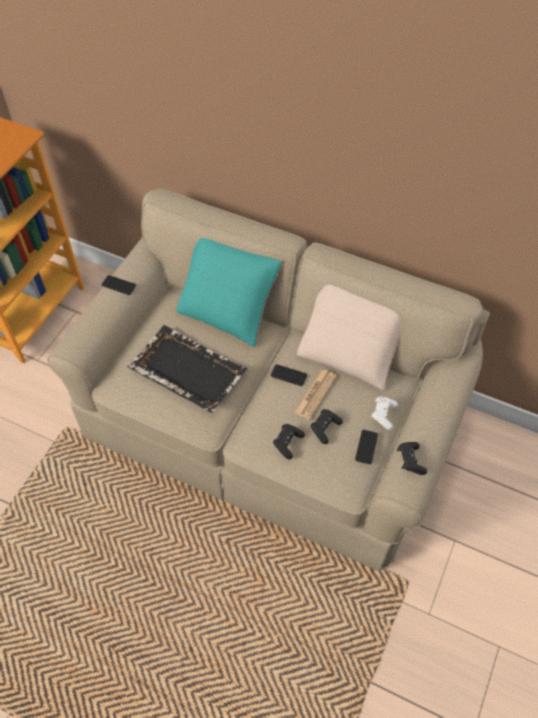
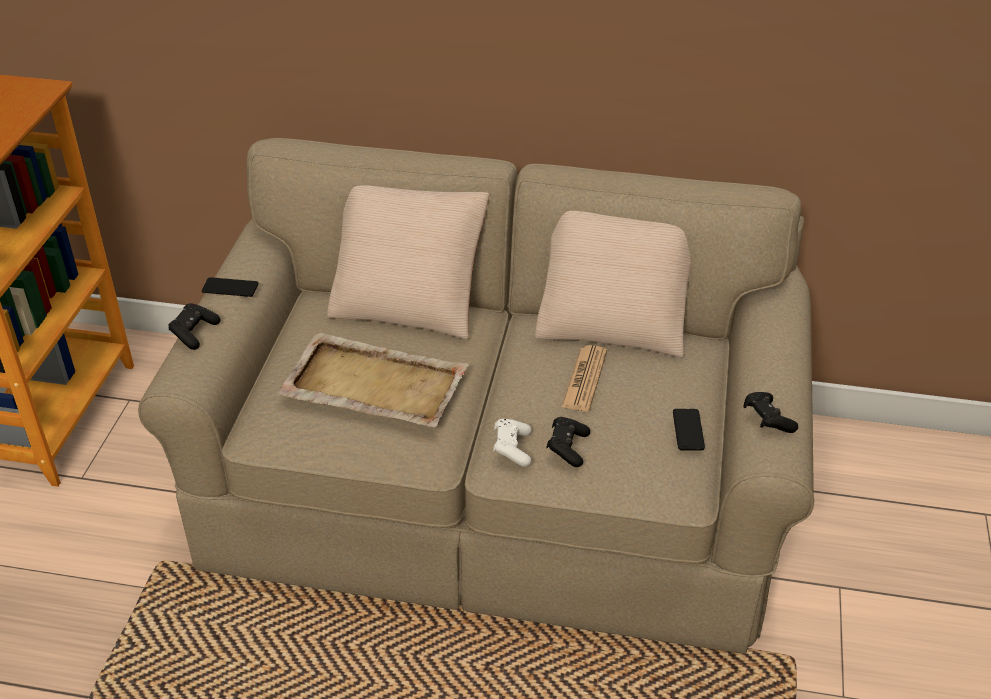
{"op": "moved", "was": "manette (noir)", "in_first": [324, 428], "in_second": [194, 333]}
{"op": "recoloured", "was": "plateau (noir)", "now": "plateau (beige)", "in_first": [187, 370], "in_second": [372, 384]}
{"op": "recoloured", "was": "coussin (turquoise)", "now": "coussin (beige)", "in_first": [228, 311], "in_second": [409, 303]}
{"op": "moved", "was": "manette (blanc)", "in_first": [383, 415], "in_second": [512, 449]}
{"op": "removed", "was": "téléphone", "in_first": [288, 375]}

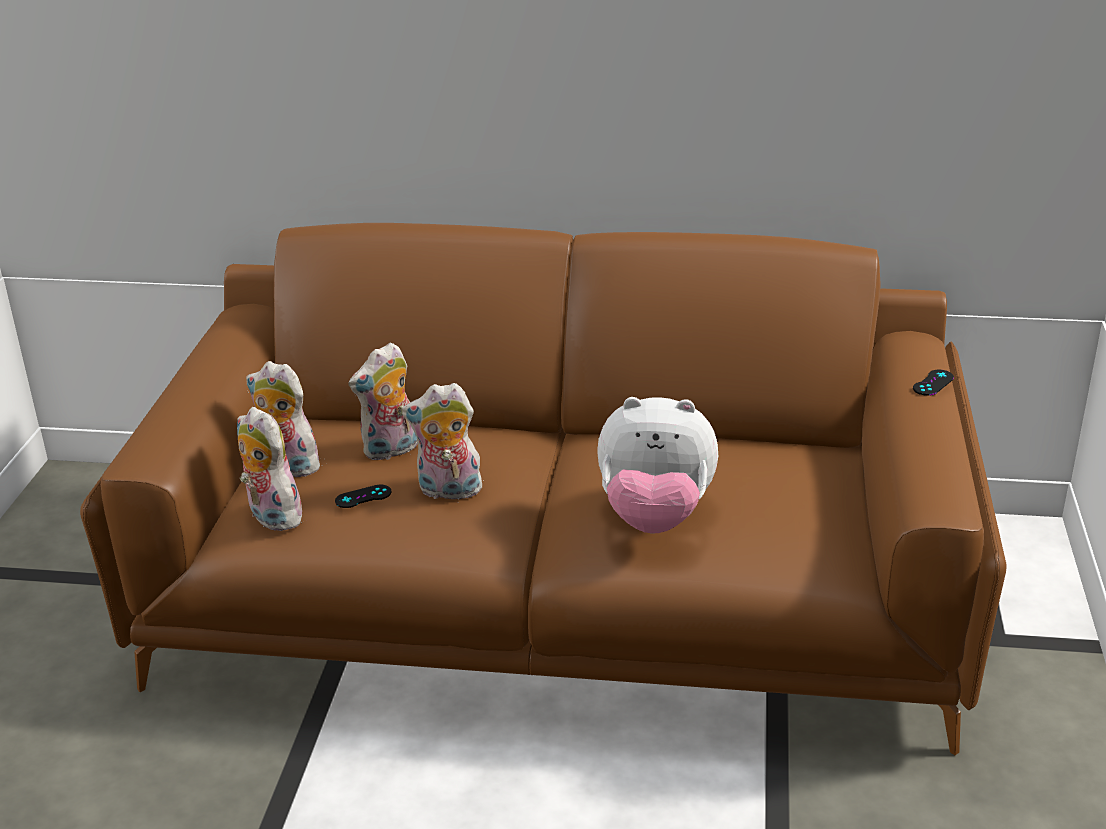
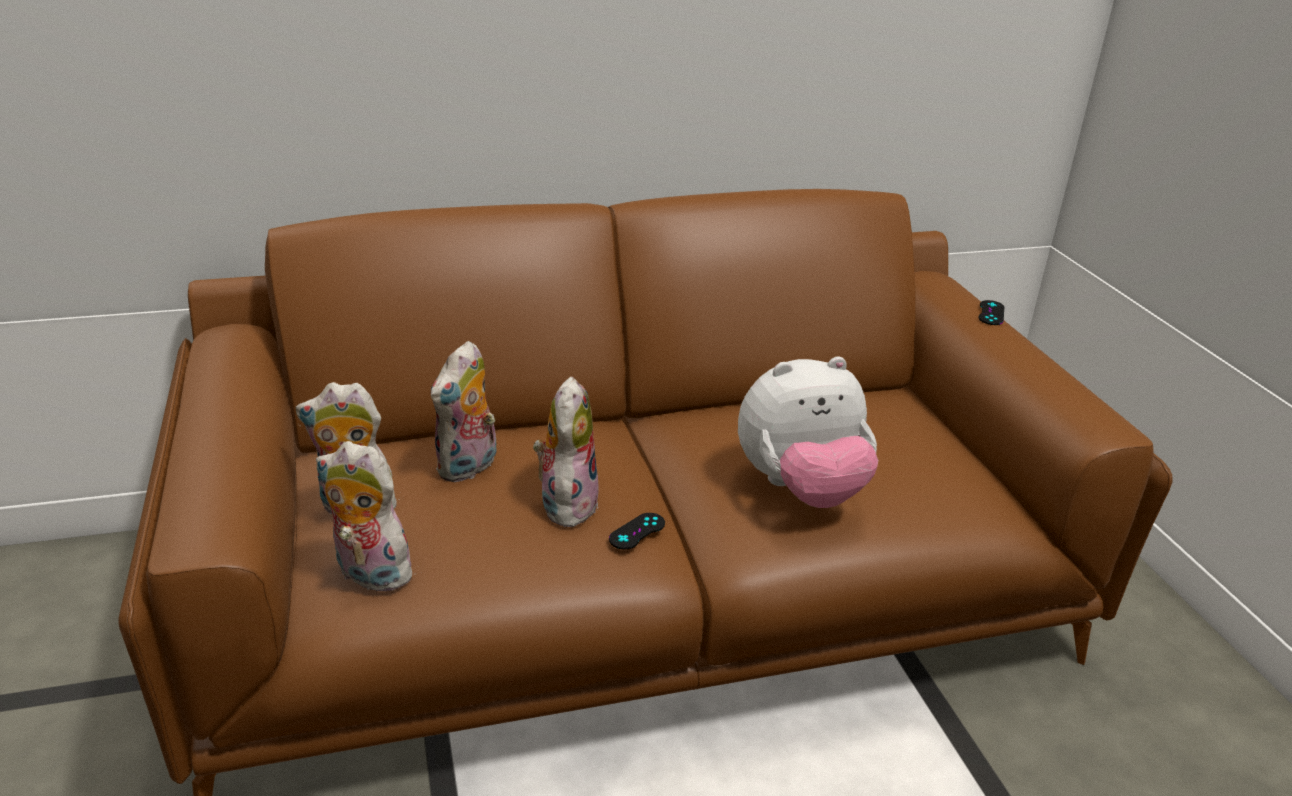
{"op": "turned", "was": "peluche", "in_first": [448, 491], "in_second": [566, 503], "clockwise": 120}
{"op": "moved", "was": "manette (noir)", "in_first": [363, 497], "in_second": [637, 531]}

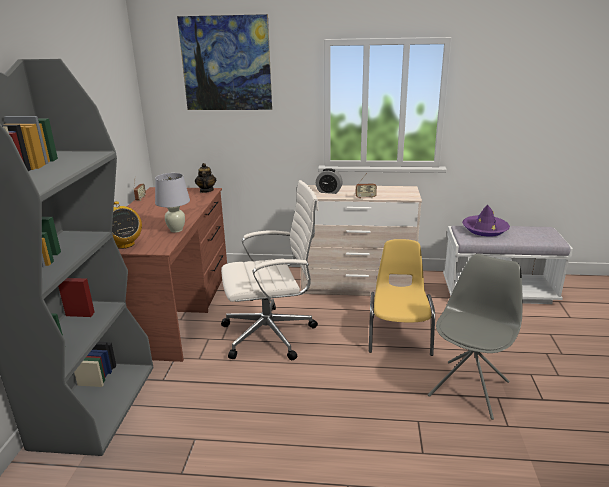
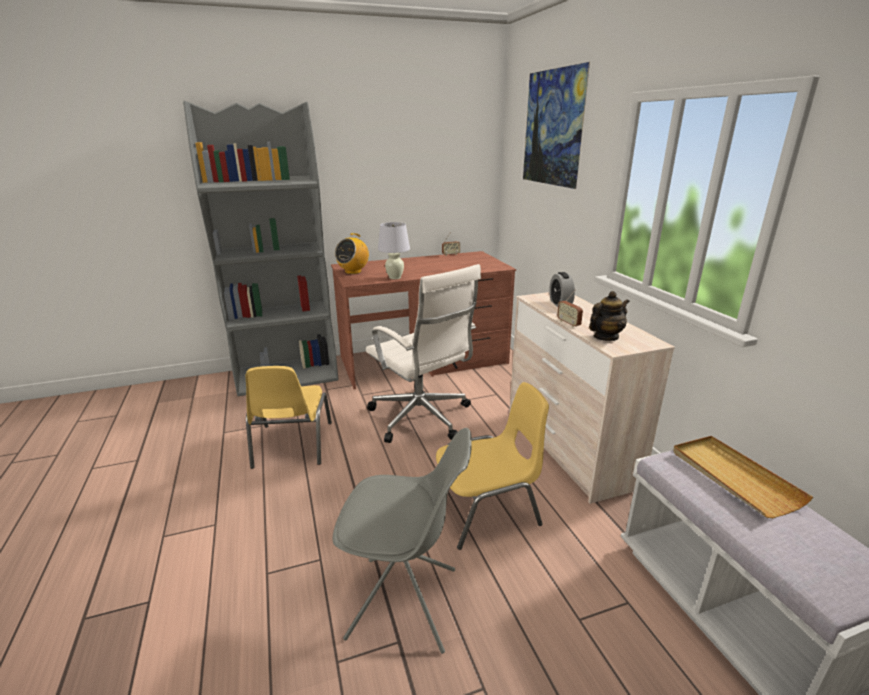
{"op": "added", "now": "chaise (jaune)", "in_second": [291, 445]}
{"op": "moved", "was": "théière", "in_first": [206, 190], "in_second": [605, 337]}
{"op": "replaced", "was": "chapeau (violet)", "now": "plateau (beige)", "in_first": [484, 230], "in_second": [733, 477]}

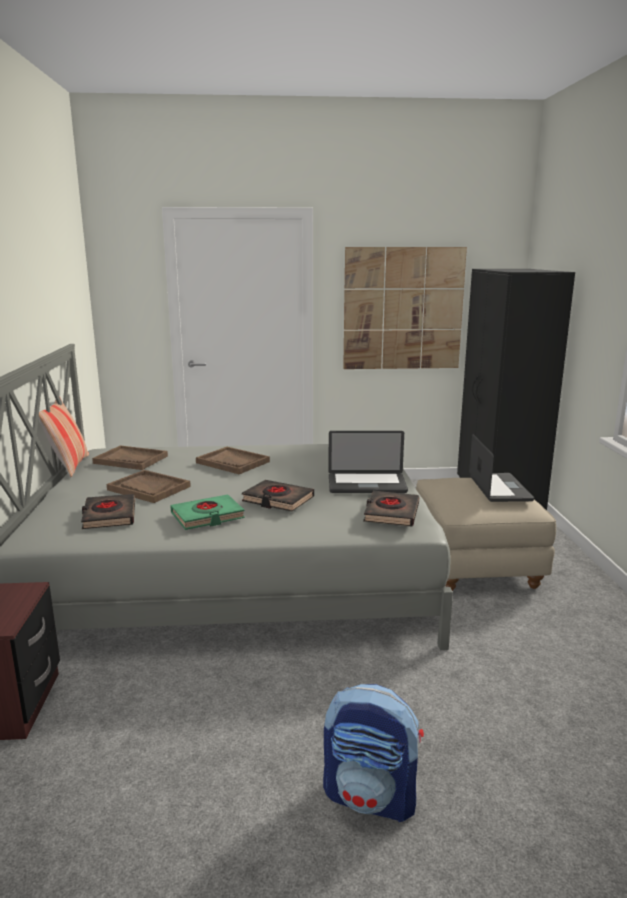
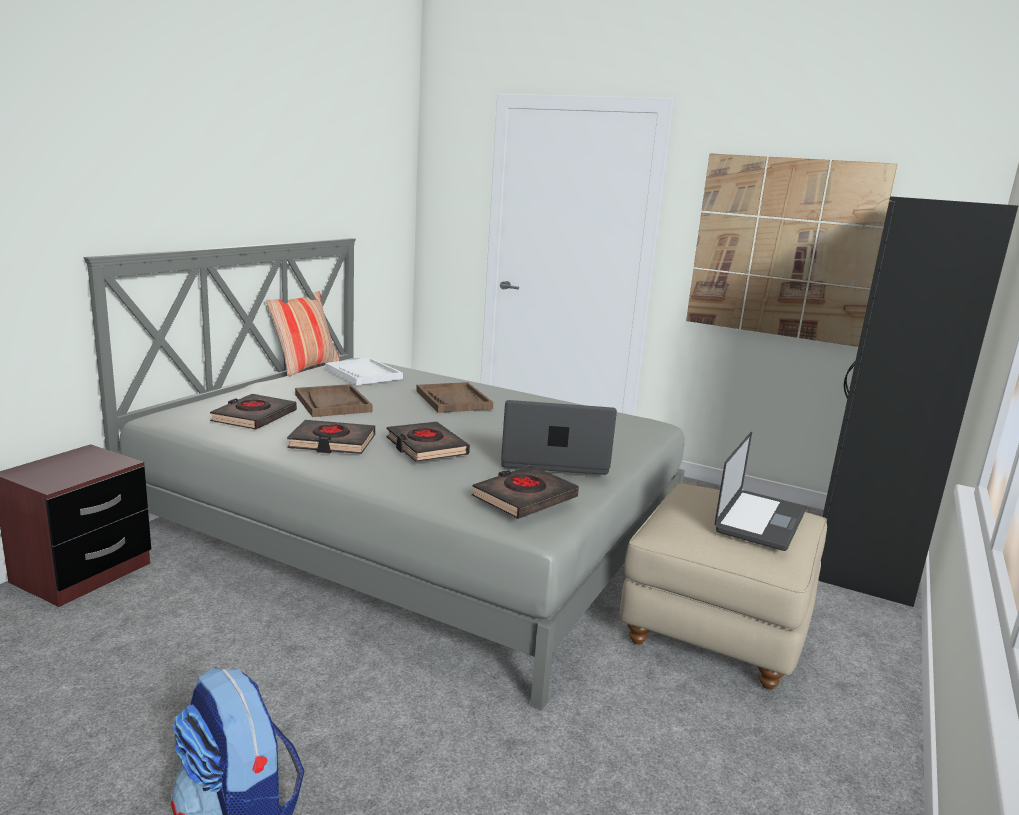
{"op": "recoloured", "was": "livre (vert)", "now": "livre (noir)", "in_first": [207, 516], "in_second": [332, 443]}
{"op": "recoloured", "was": "plateau (marron)", "now": "plateau (blanc)", "in_first": [131, 459], "in_second": [363, 374]}
{"op": "turned", "was": "ordinateur portable", "in_first": [367, 485], "in_second": [553, 460], "clockwise": 150}

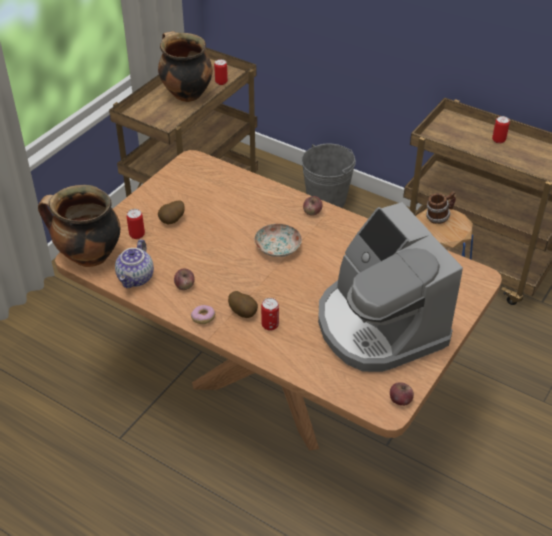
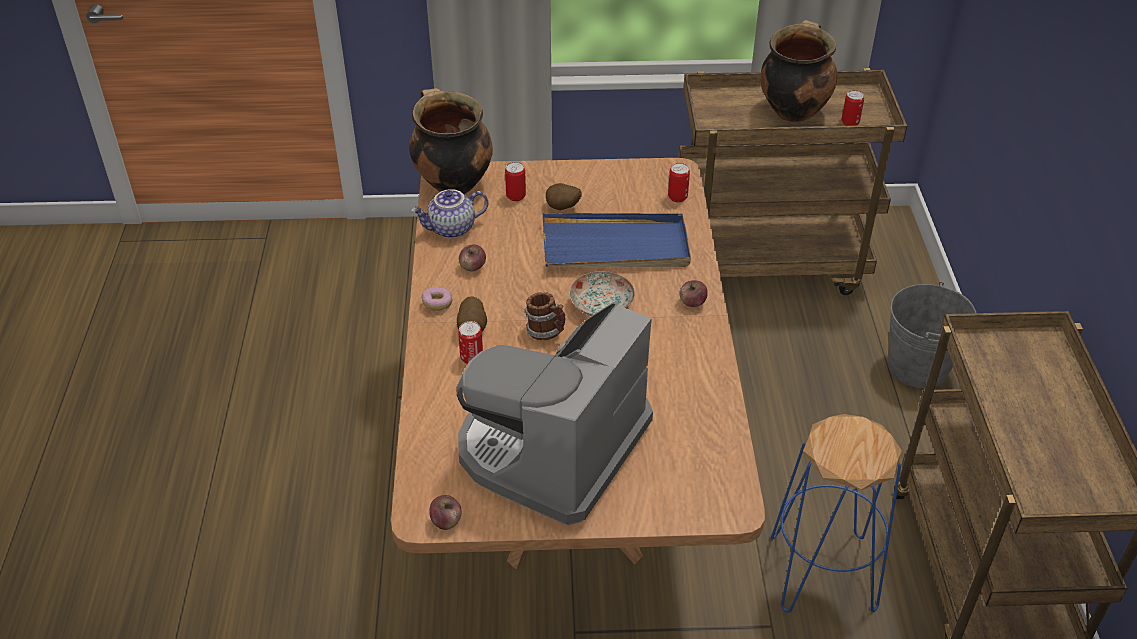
{"op": "moved", "was": "mug", "in_first": [438, 217], "in_second": [546, 332]}
{"op": "added", "now": "plateau (bleu)", "in_second": [615, 246]}
{"op": "moved", "was": "boîte métallique", "in_first": [498, 140], "in_second": [677, 197]}

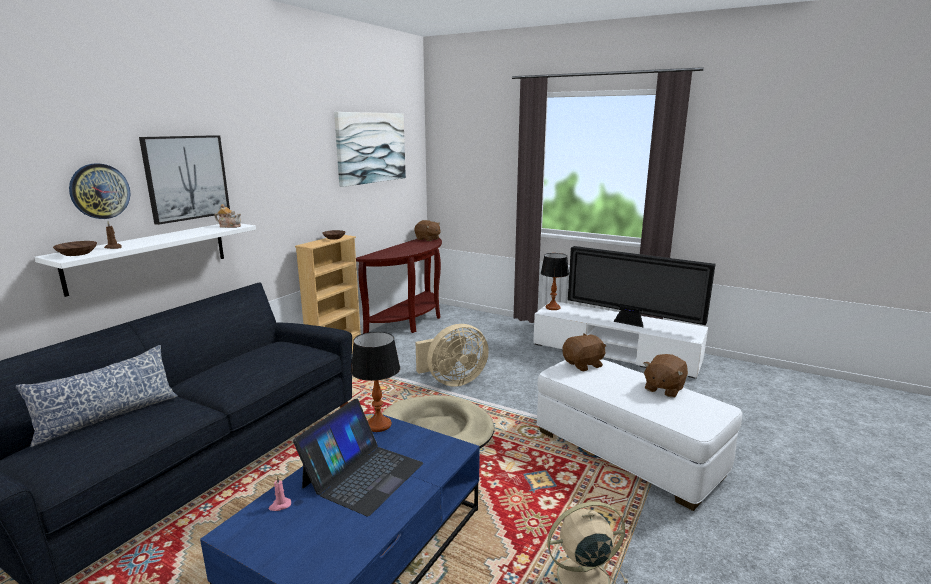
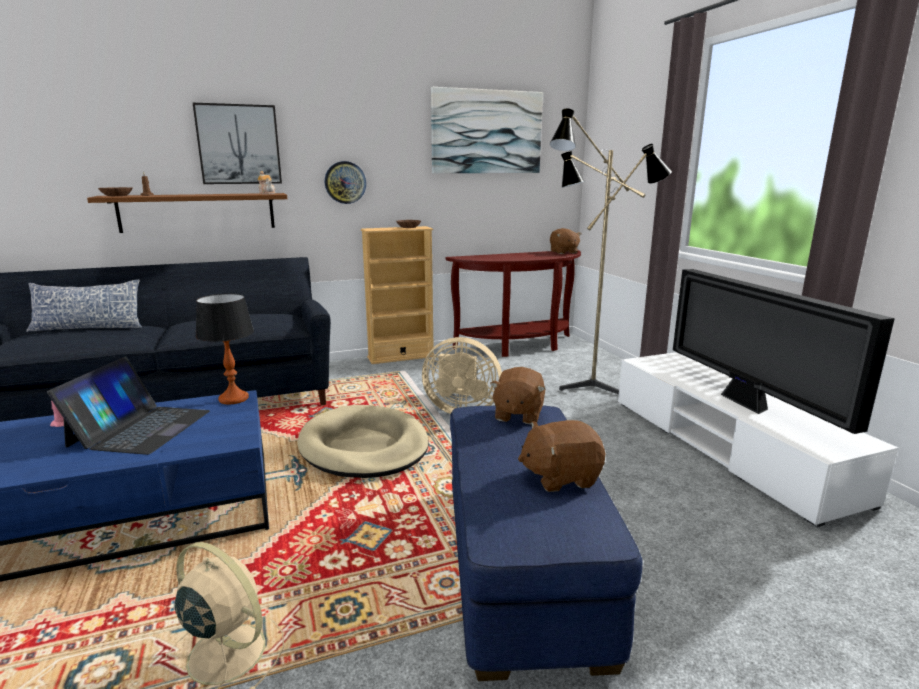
{"op": "turned", "was": "ordinateur portable", "in_first": [362, 475], "in_second": [140, 428], "clockwise": -60}
{"op": "recoloured", "was": "étagère (blanc)", "now": "étagère (marron)", "in_first": [150, 256], "in_second": [198, 212]}
{"op": "moved", "was": "horloge murale", "in_first": [99, 191], "in_second": [345, 182]}
{"op": "recoloured", "was": "pouf (blanc)", "now": "pouf (bleu)", "in_first": [627, 452], "in_second": [522, 563]}
{"op": "turned", "was": "peluche (marron)", "in_first": [583, 364], "in_second": [517, 414], "clockwise": 90}
{"op": "added", "now": "lampadaire", "in_second": [588, 384]}
{"op": "removed", "was": "lampe de table", "in_first": [552, 307]}

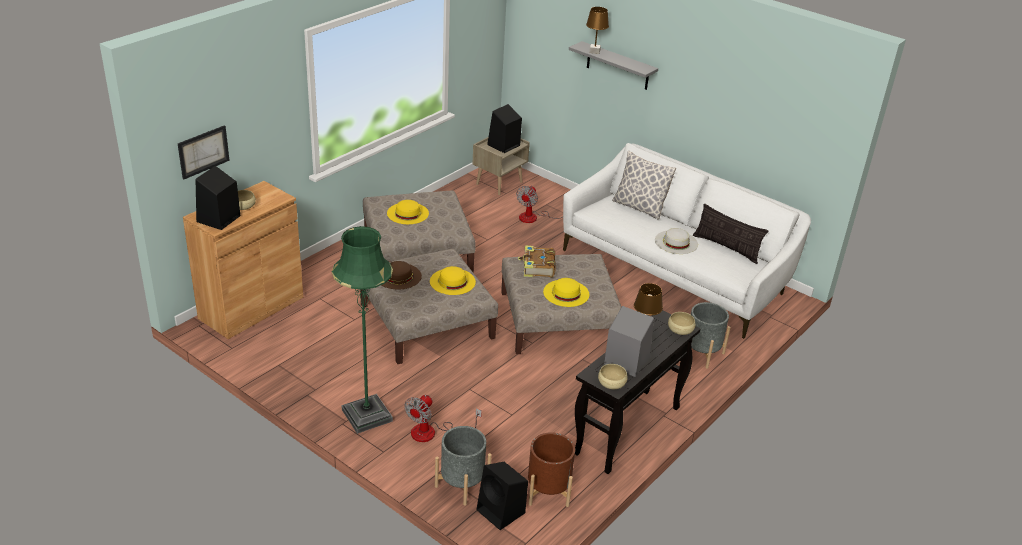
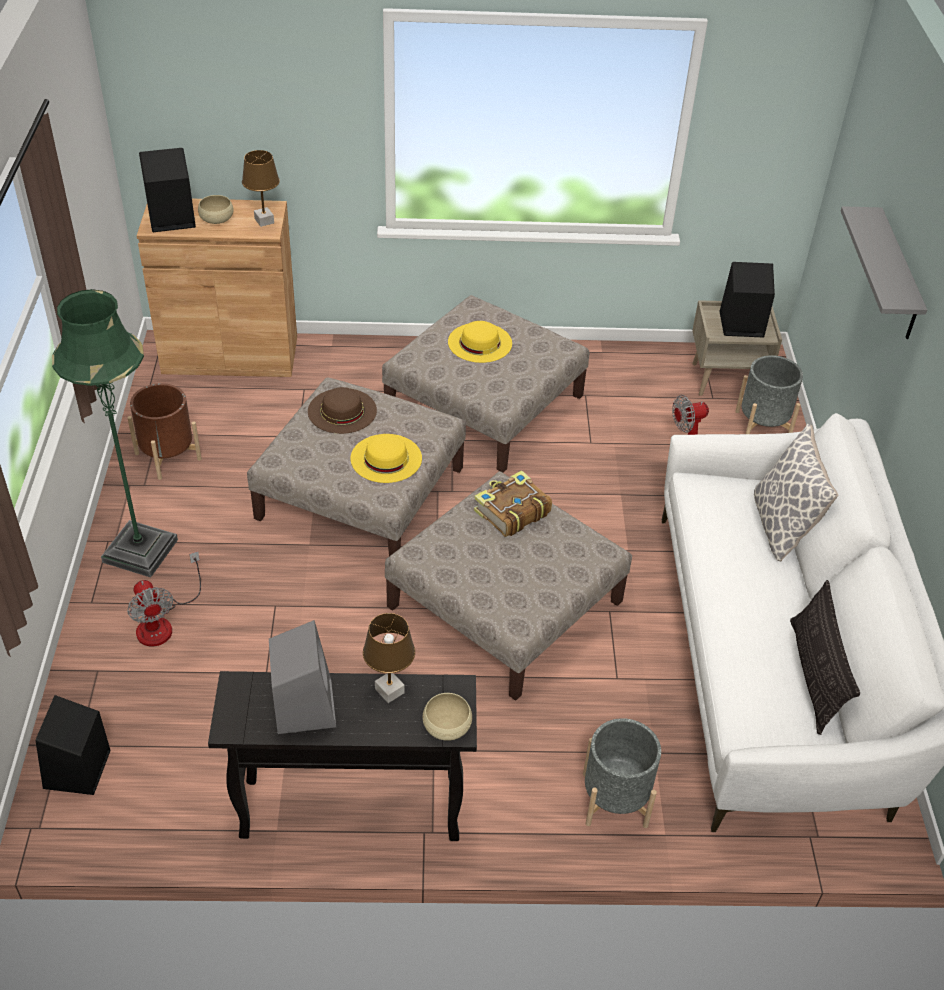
{"op": "moved", "was": "cache-pot (marron)", "in_first": [548, 491], "in_second": [168, 456]}
{"op": "turned", "was": "ventilateur", "in_first": [432, 433], "in_second": [162, 622], "clockwise": -105}
{"op": "moved", "was": "lampe de table (marron)", "in_first": [594, 51], "in_second": [264, 221]}
{"op": "moved", "was": "cache-pot (gris)", "in_first": [462, 484], "in_second": [762, 425]}
{"op": "removed", "was": "tableau", "in_first": [203, 151]}
{"op": "removed", "was": "chapeau (jaune)", "in_first": [566, 293]}
{"op": "removed", "was": "bol (beige)", "in_first": [612, 383]}
{"op": "removed", "was": "chapeau (blanc)", "in_first": [676, 242]}

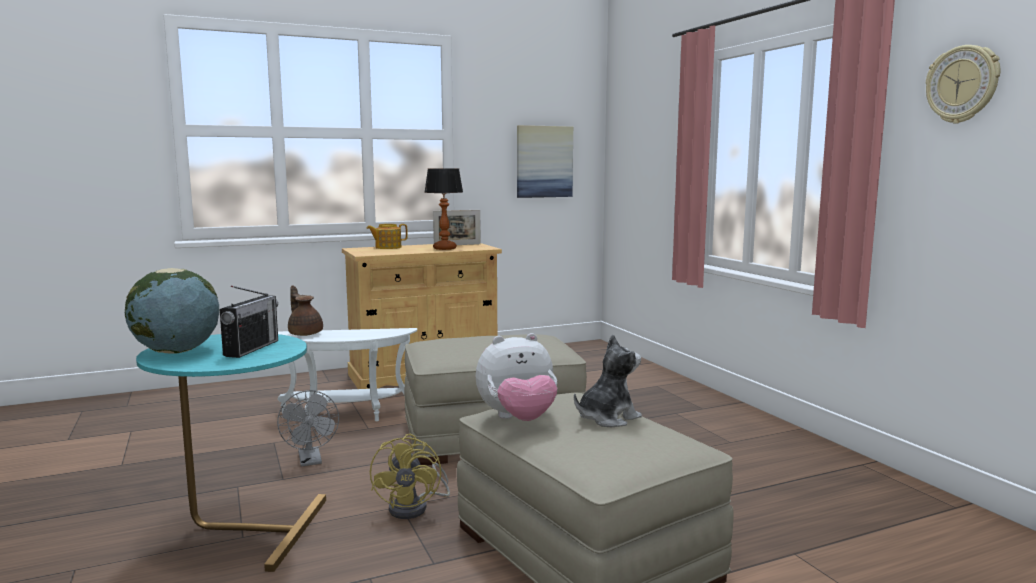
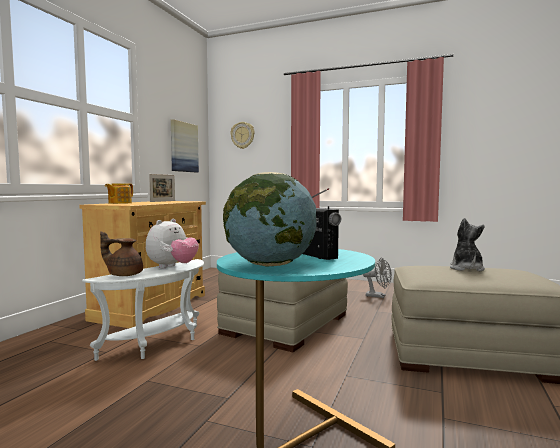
{"op": "moved", "was": "peluche", "in_first": [518, 419], "in_second": [172, 267]}
{"op": "moved", "was": "horloge murale", "in_first": [962, 84], "in_second": [242, 135]}
{"op": "moved", "was": "ventilateur (gris)", "in_first": [311, 461], "in_second": [378, 296]}
{"op": "removed", "was": "ventilateur (jaune)", "in_first": [415, 507]}
{"op": "removed", "was": "lampe de table", "in_first": [445, 248]}

